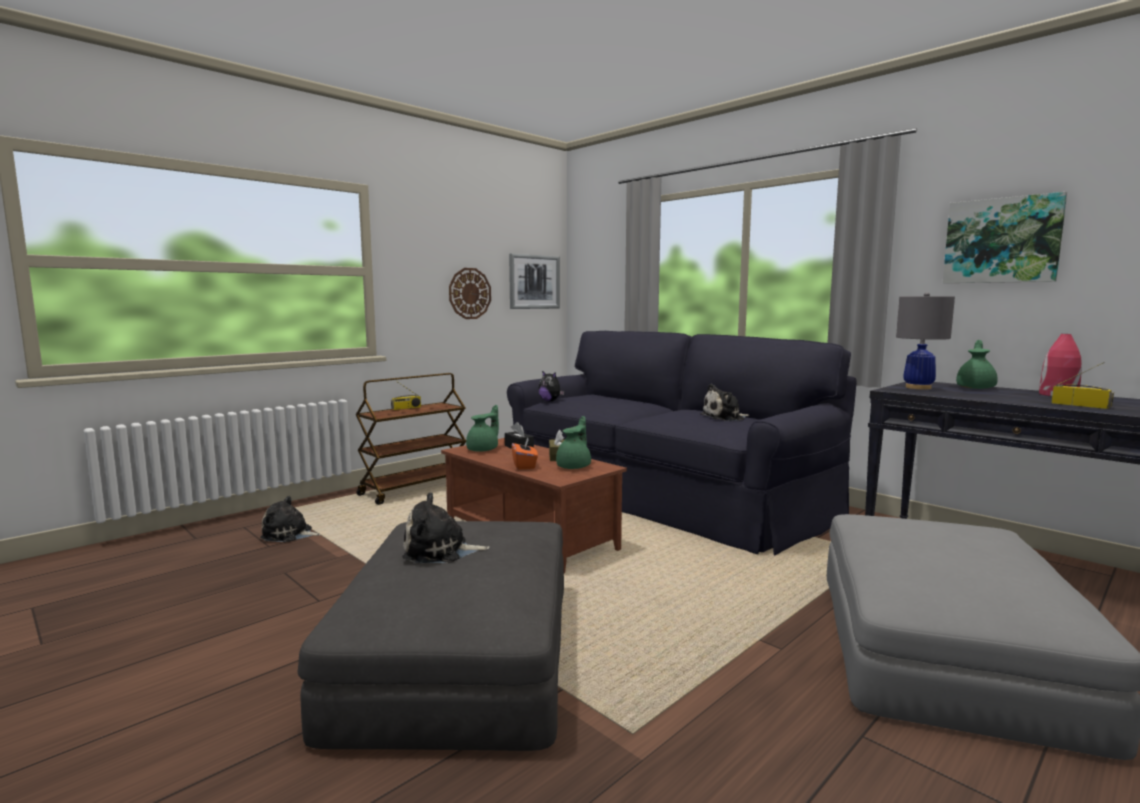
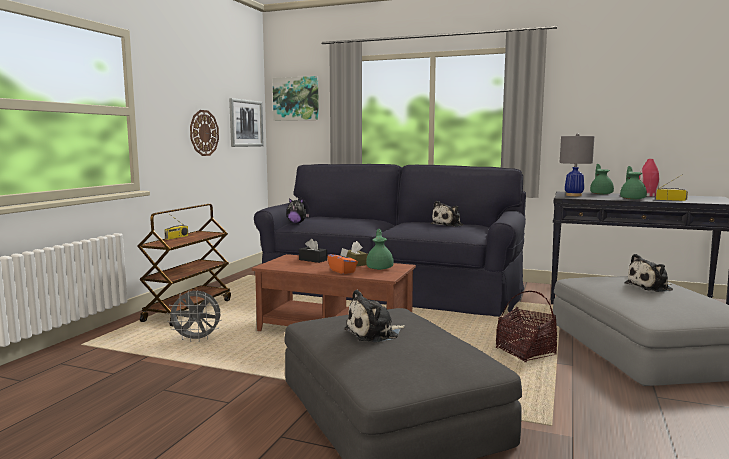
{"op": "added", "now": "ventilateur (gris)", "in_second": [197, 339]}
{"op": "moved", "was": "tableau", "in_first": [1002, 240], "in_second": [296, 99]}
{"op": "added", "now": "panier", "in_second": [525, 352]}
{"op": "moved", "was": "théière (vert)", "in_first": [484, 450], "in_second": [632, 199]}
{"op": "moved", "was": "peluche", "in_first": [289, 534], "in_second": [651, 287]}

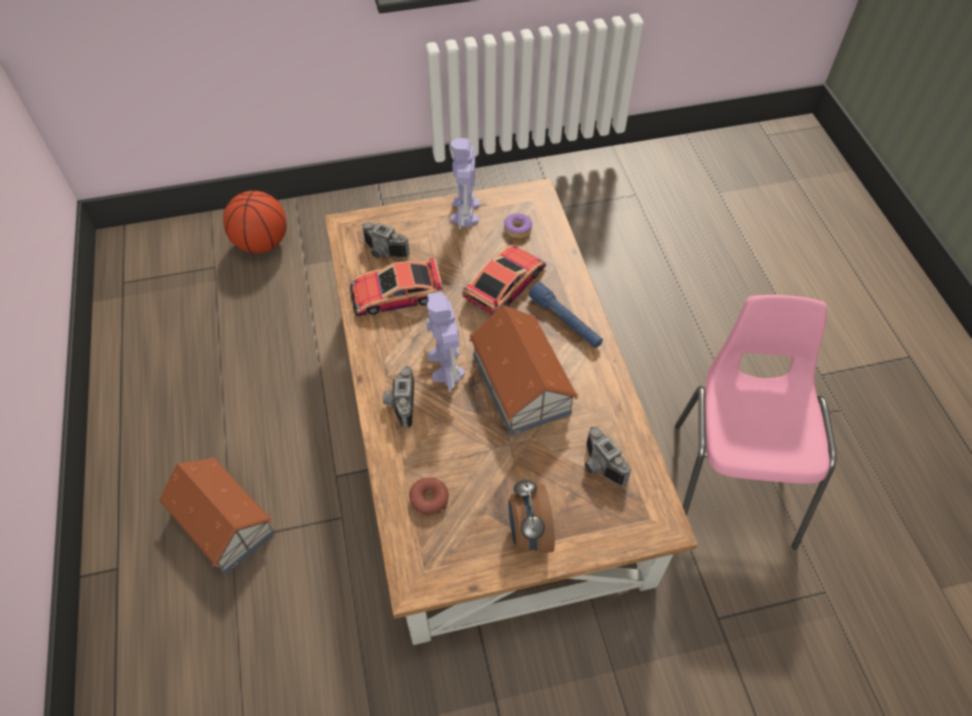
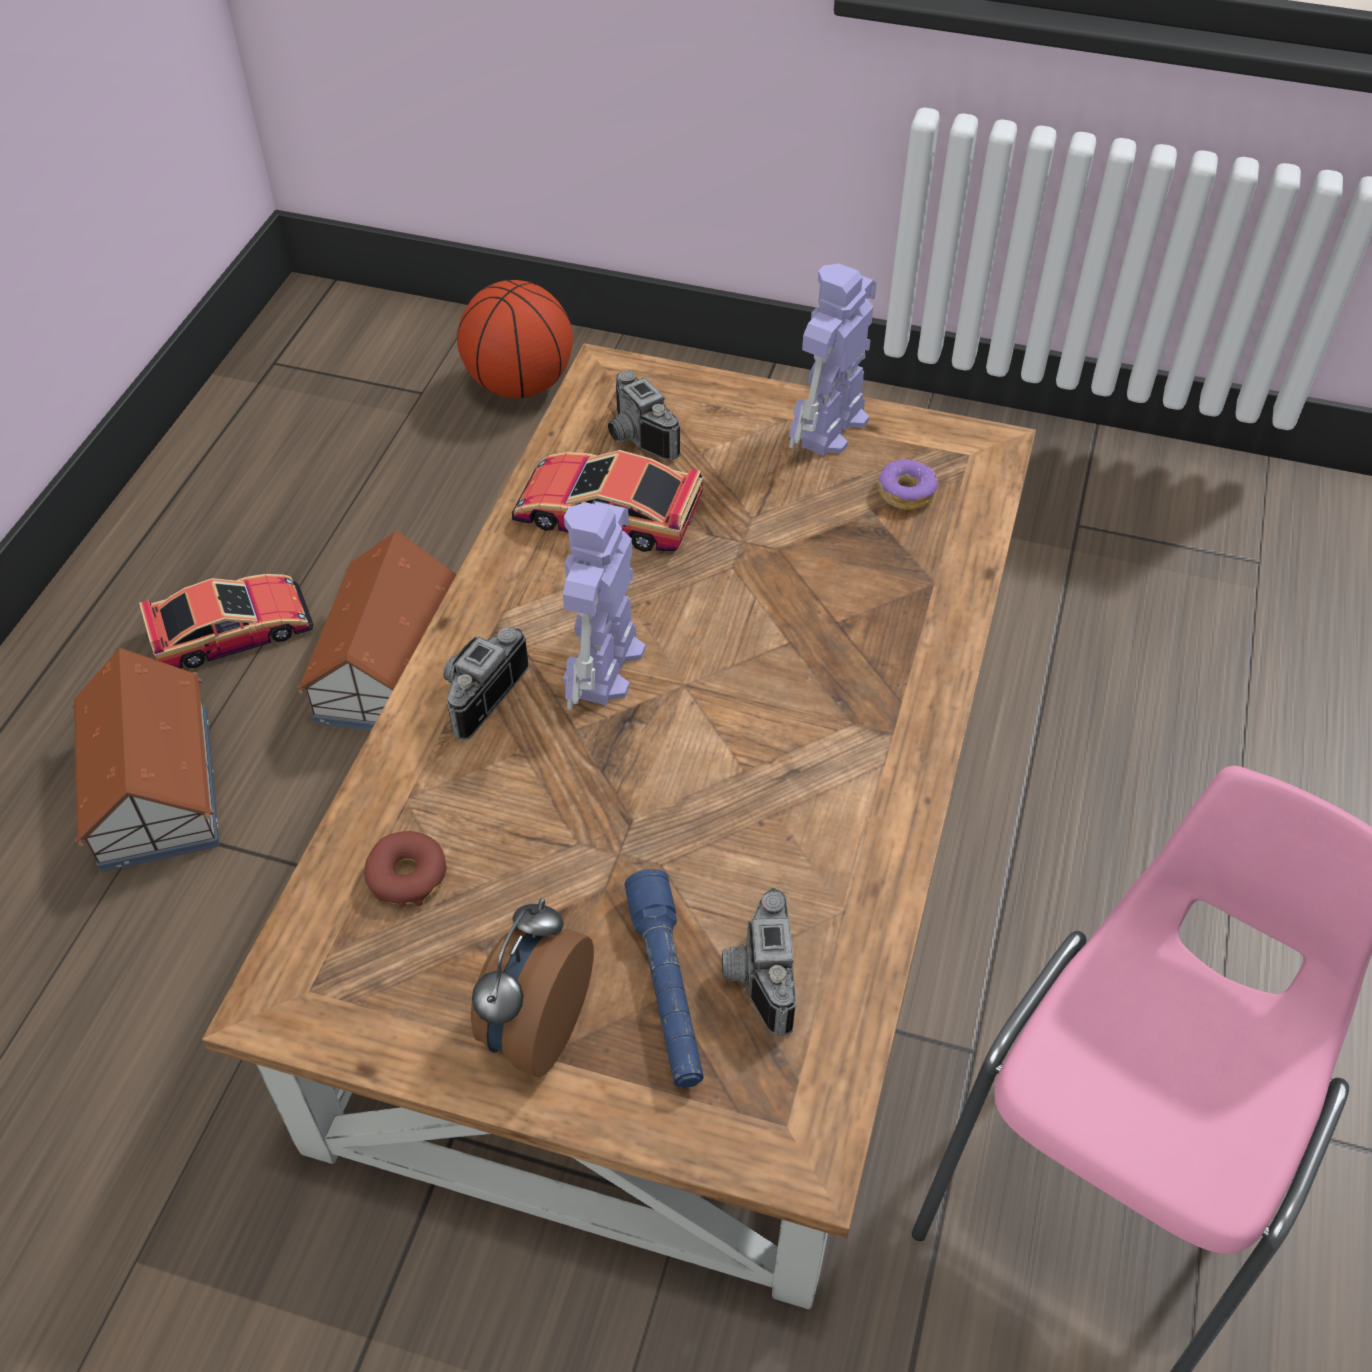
{"op": "moved", "was": "petite voiture", "in_first": [505, 284], "in_second": [232, 630]}
{"op": "moved", "was": "maison miniature", "in_first": [521, 385], "in_second": [387, 668]}
{"op": "moved", "was": "lampe de poche (bleu)", "in_first": [565, 321], "in_second": [667, 988]}

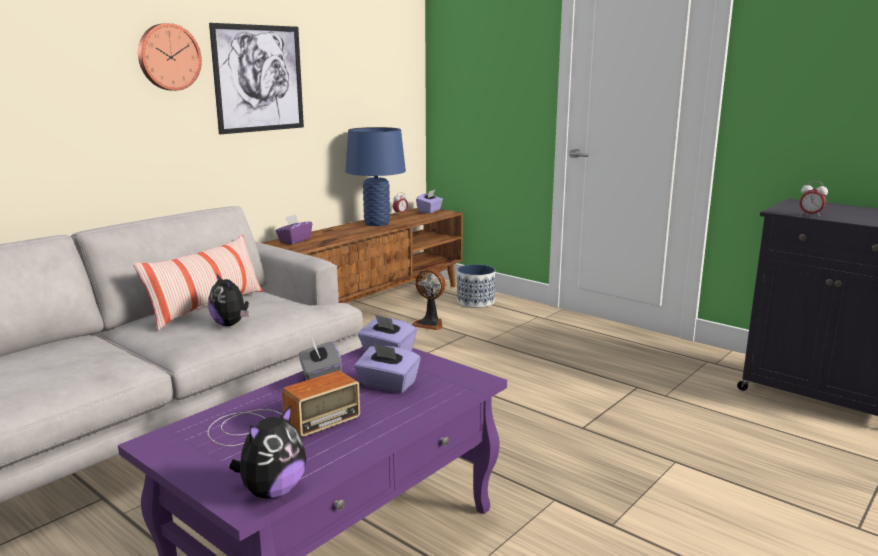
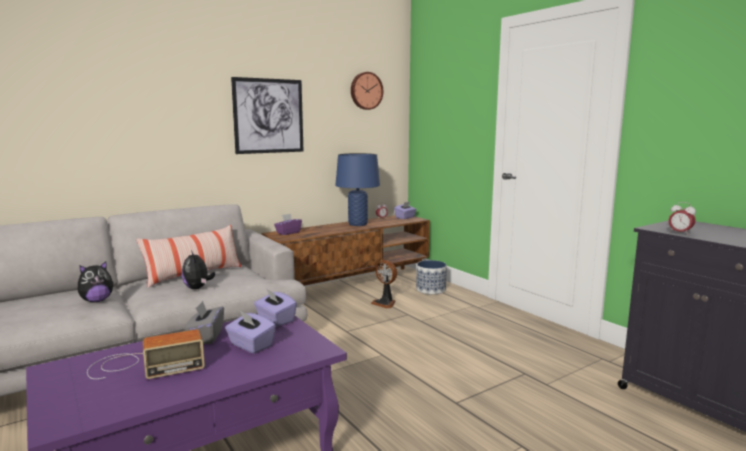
{"op": "moved", "was": "peluche", "in_first": [272, 491], "in_second": [97, 301]}
{"op": "moved", "was": "horloge murale", "in_first": [168, 57], "in_second": [366, 91]}

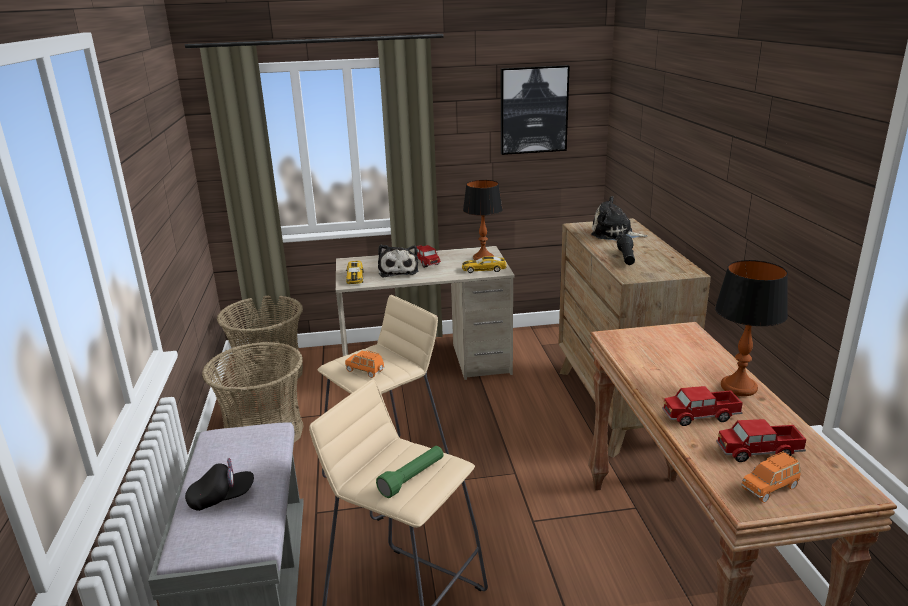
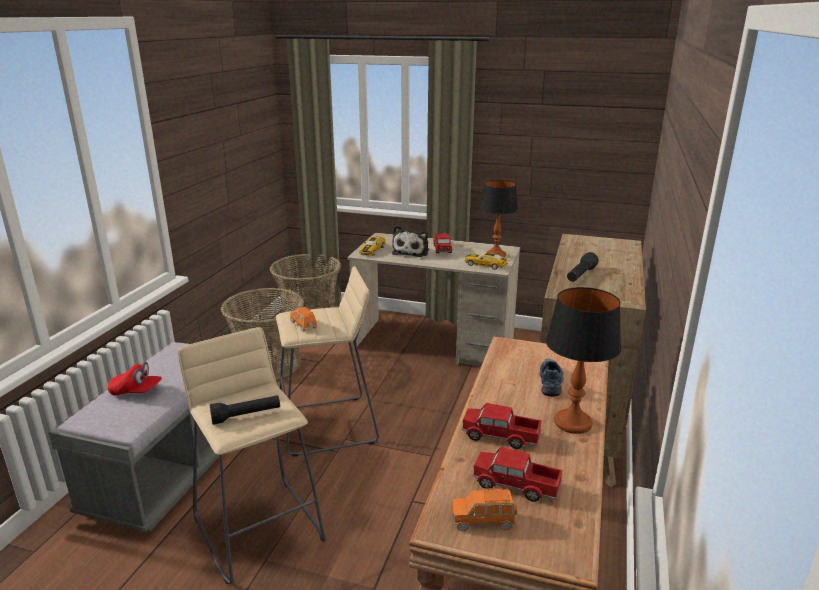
{"op": "recoloured", "was": "casquette (noir)", "now": "casquette (rouge)", "in_first": [222, 498], "in_second": [136, 391]}
{"op": "recoloured", "was": "lampe de poche (vert)", "now": "lampe de poche (noir)", "in_first": [412, 478], "in_second": [246, 416]}
{"op": "added", "now": "chaussure", "in_second": [551, 382]}
{"op": "removed", "was": "tableau", "in_first": [533, 110]}
{"op": "removed", "was": "peluche", "in_first": [614, 234]}

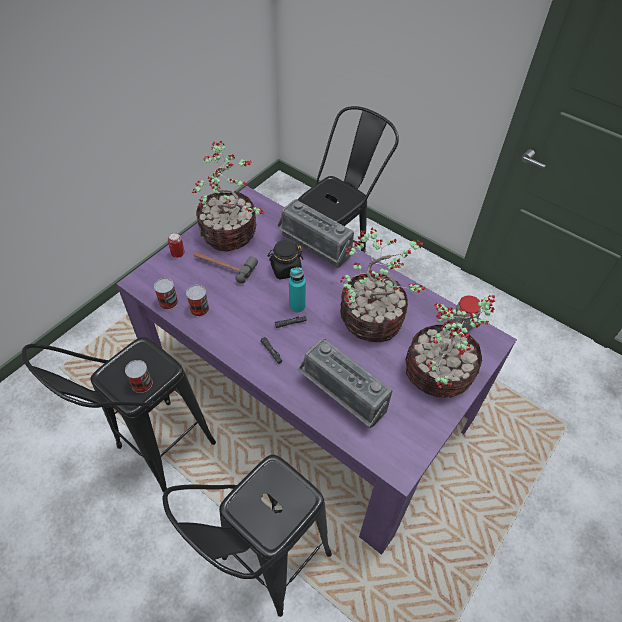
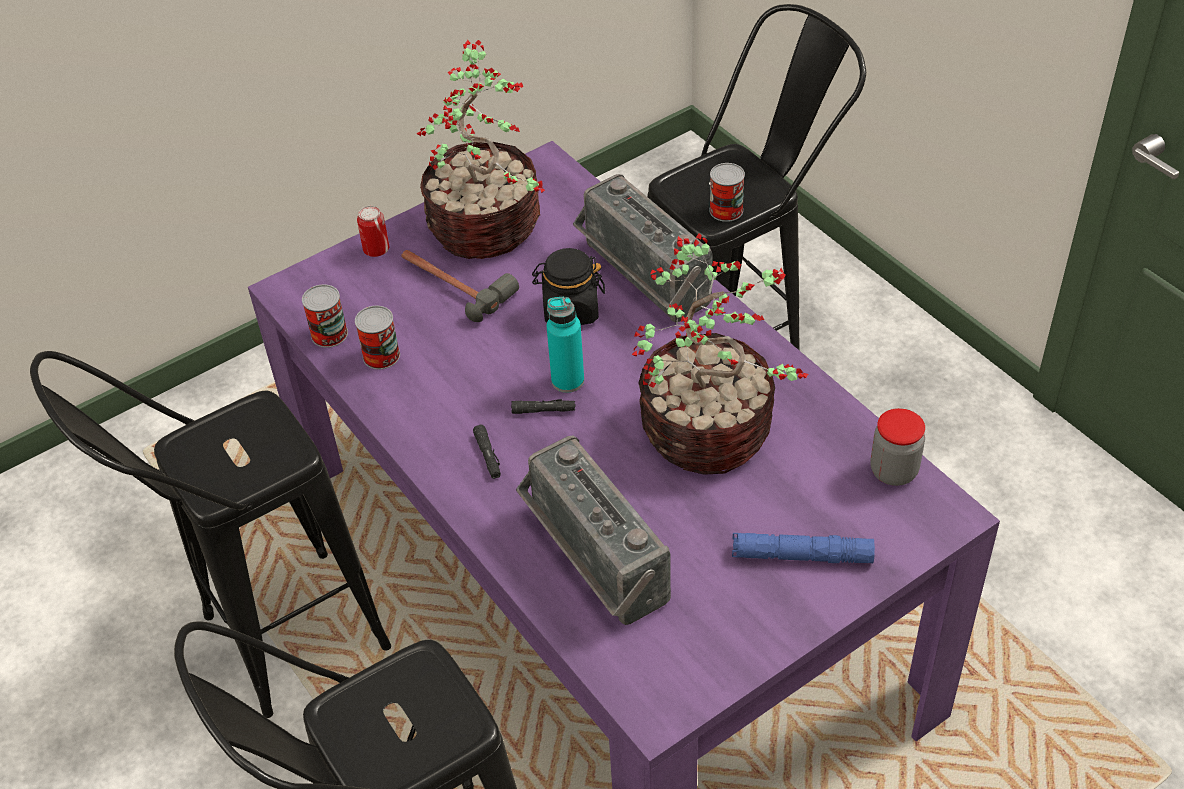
{"op": "moved", "was": "boîte métallique", "in_first": [142, 384], "in_second": [726, 210]}
{"op": "replaced", "was": "plante en pot", "now": "lampe de poche (bleu)", "in_first": [438, 374], "in_second": [801, 555]}

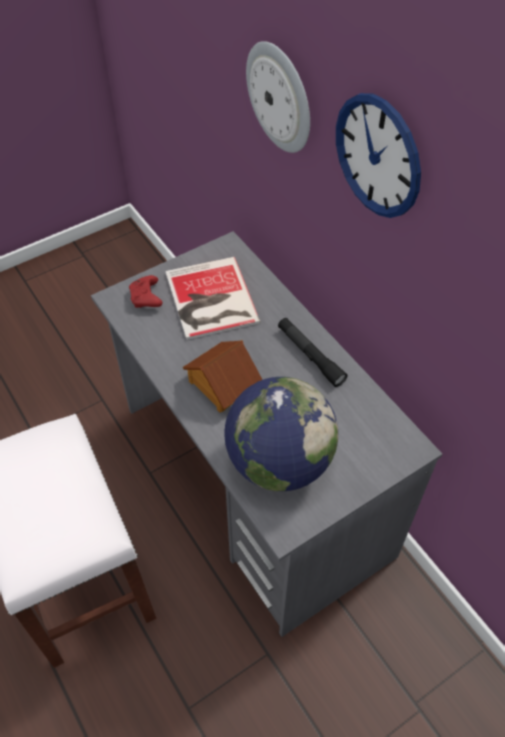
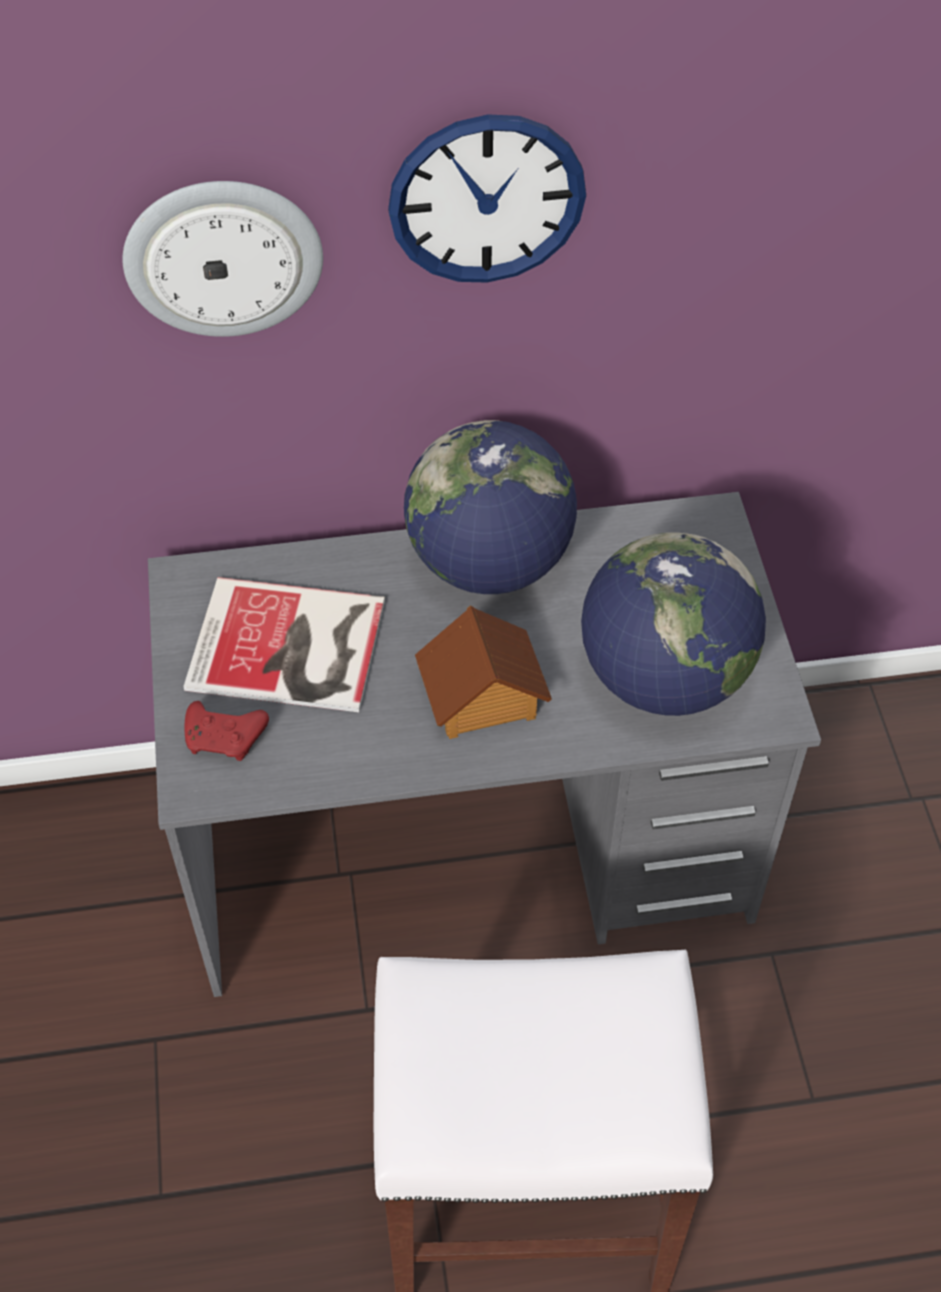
{"op": "replaced", "was": "lampe de poche (noir)", "now": "globe", "in_first": [310, 356], "in_second": [489, 563]}

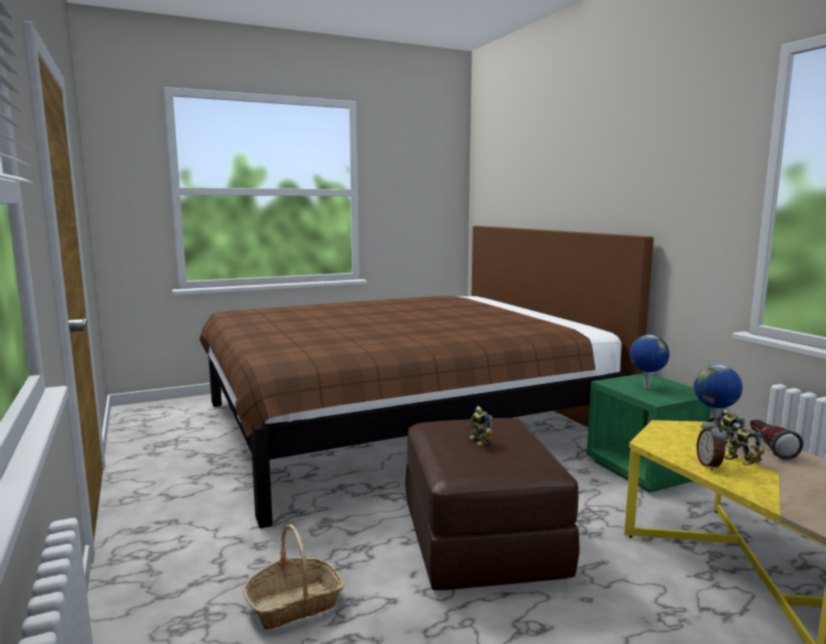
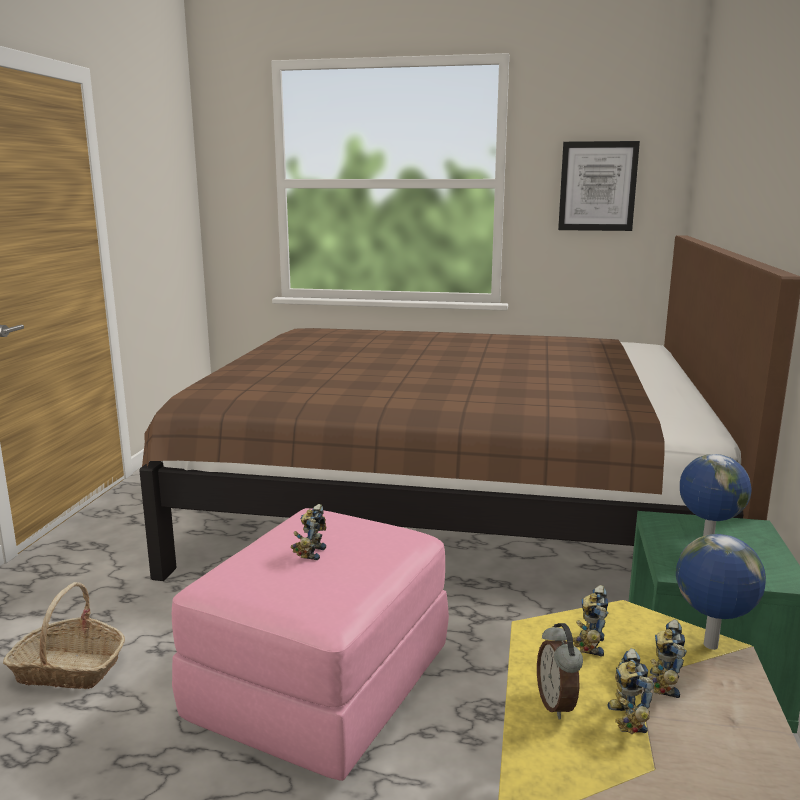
{"op": "recoloured", "was": "pouf (marron)", "now": "pouf (rose)", "in_first": [483, 542], "in_second": [321, 687]}
{"op": "turned", "was": "réveil", "in_first": [709, 465], "in_second": [557, 704], "clockwise": -45}
{"op": "added", "now": "tableau", "in_second": [597, 186]}
{"op": "added", "now": "robot jouet", "in_second": [588, 644]}
{"op": "removed", "was": "lampe de poche", "in_first": [768, 448]}

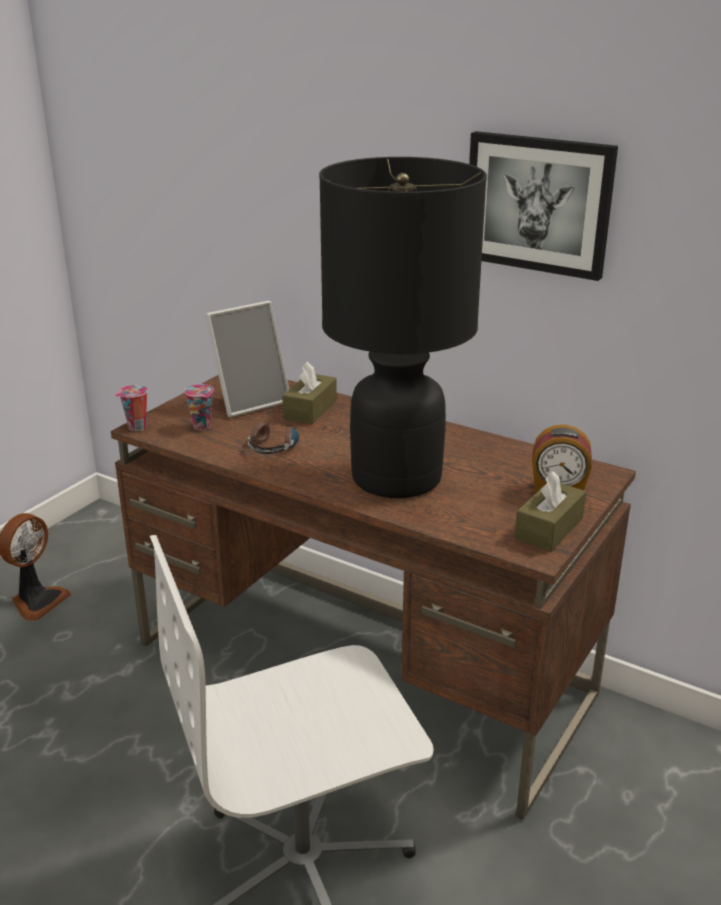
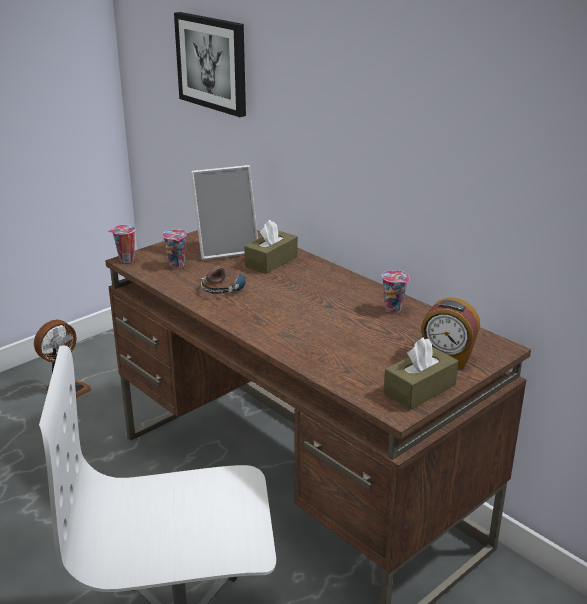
{"op": "moved", "was": "tableau", "in_first": [538, 204], "in_second": [212, 63]}
{"op": "added", "now": "tasse", "in_second": [394, 309]}
{"op": "removed", "was": "lampe de table (noir)", "in_first": [395, 478]}

